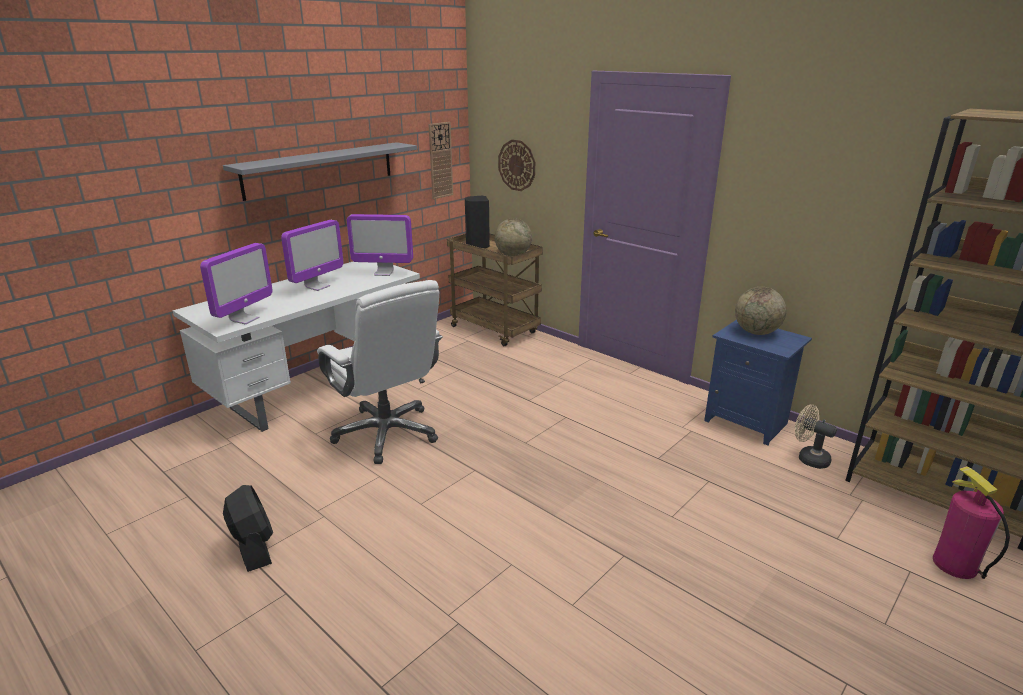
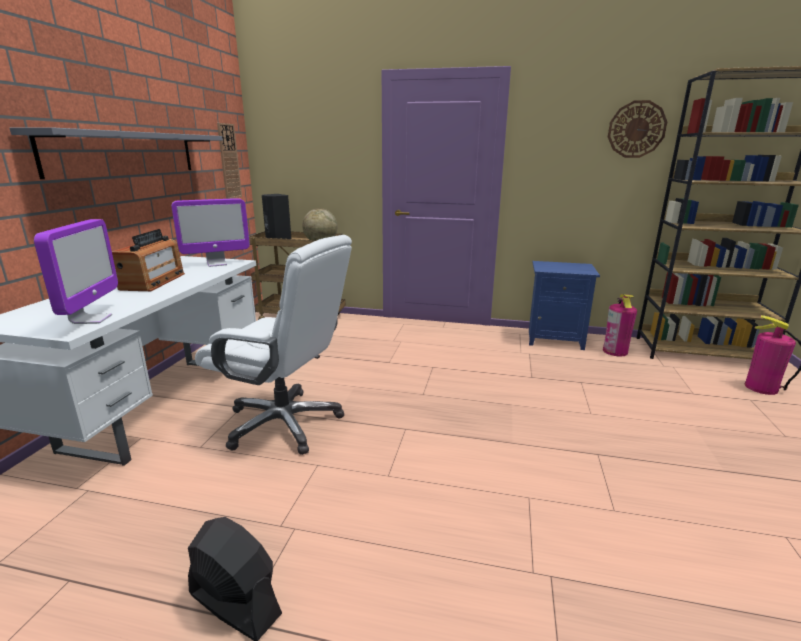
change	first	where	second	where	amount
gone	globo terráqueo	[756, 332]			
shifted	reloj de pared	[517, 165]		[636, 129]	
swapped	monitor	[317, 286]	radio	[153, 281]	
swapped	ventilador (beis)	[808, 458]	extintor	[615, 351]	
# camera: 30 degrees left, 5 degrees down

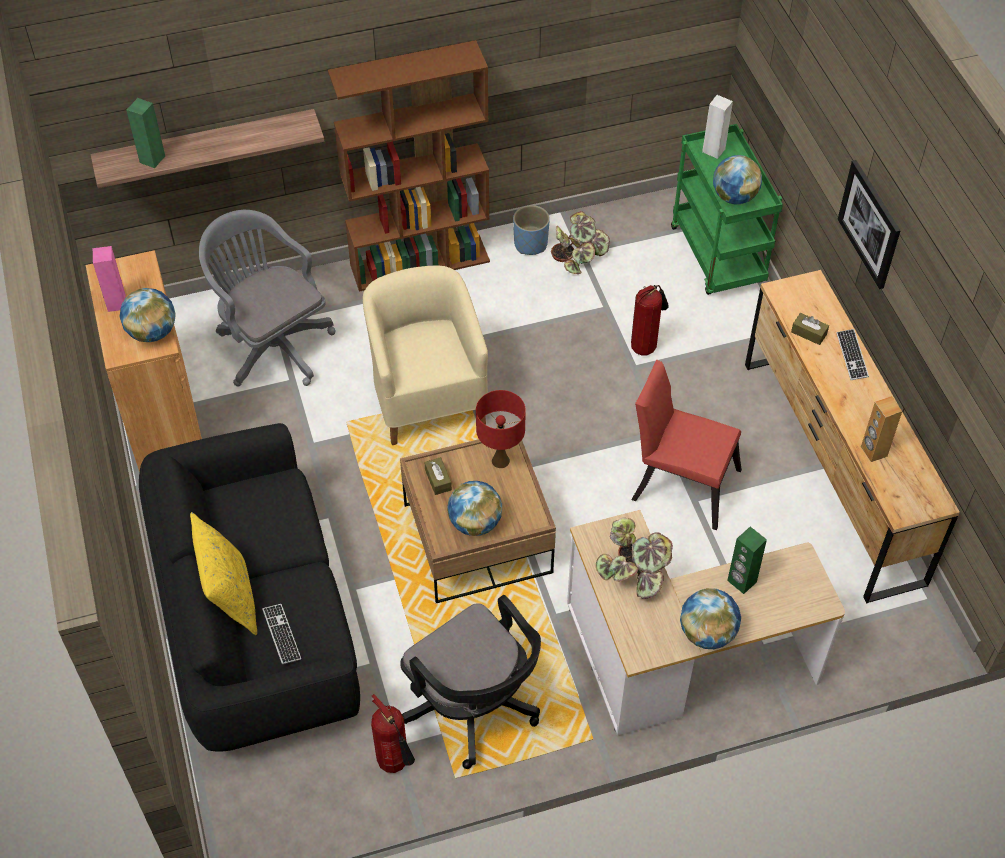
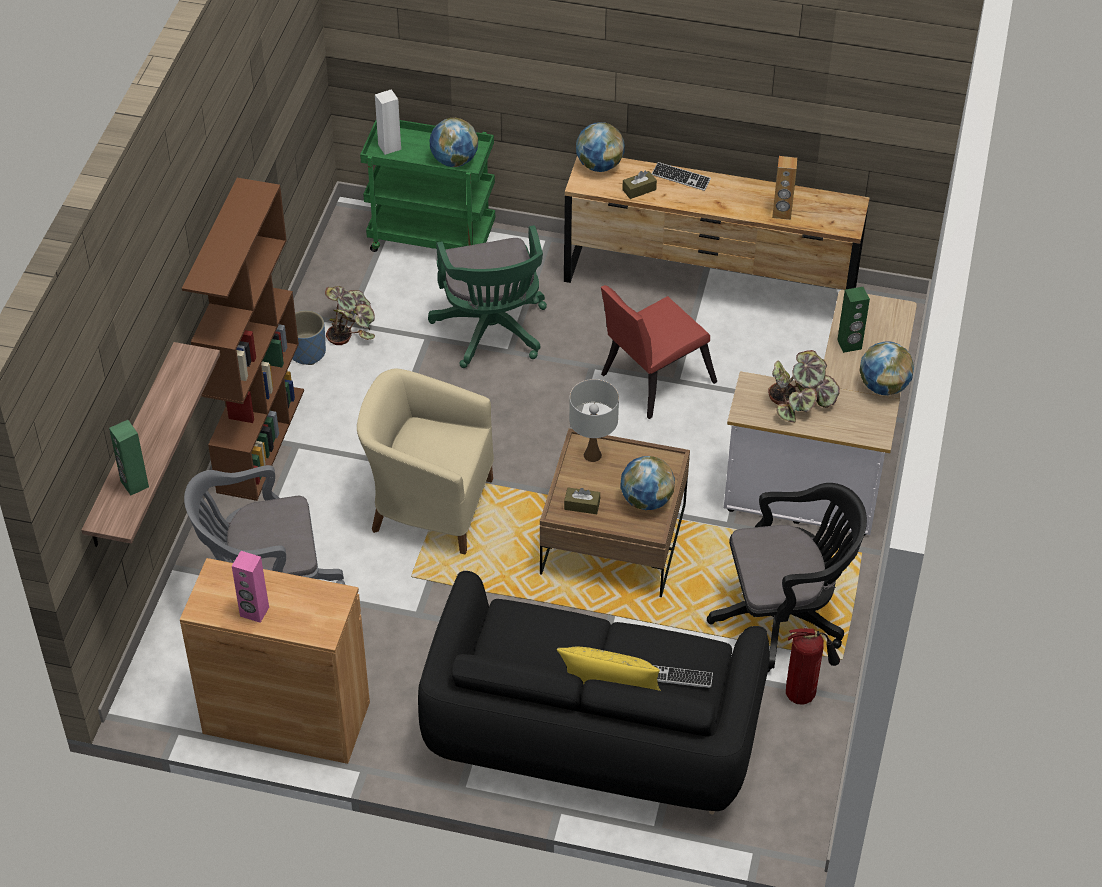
change	first	where	second	where	amount
gone	cuadro	[870, 224]			
shifted	globo terráqueo	[152, 332]		[599, 165]	
swapped	extintor	[645, 346]	silla de oficina (verde)	[492, 333]	
repainted	lámpara de mesa (rojo)	[501, 461]	lámpara de mesa (blanco)	[592, 455]	
# camera: 60 degrees left, 5 degrees down

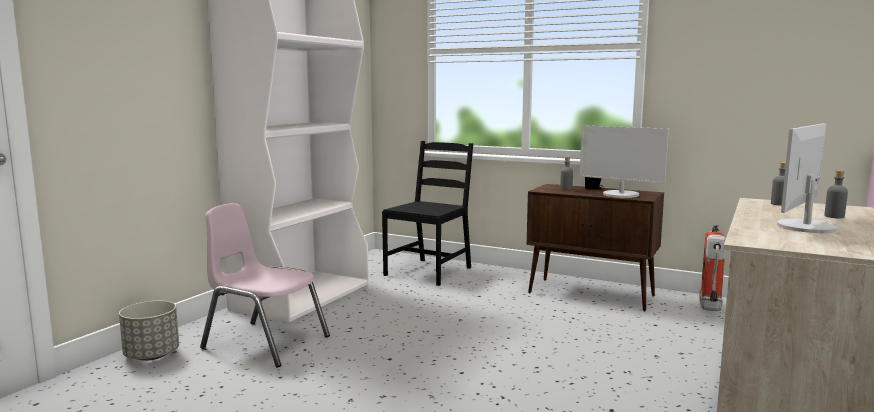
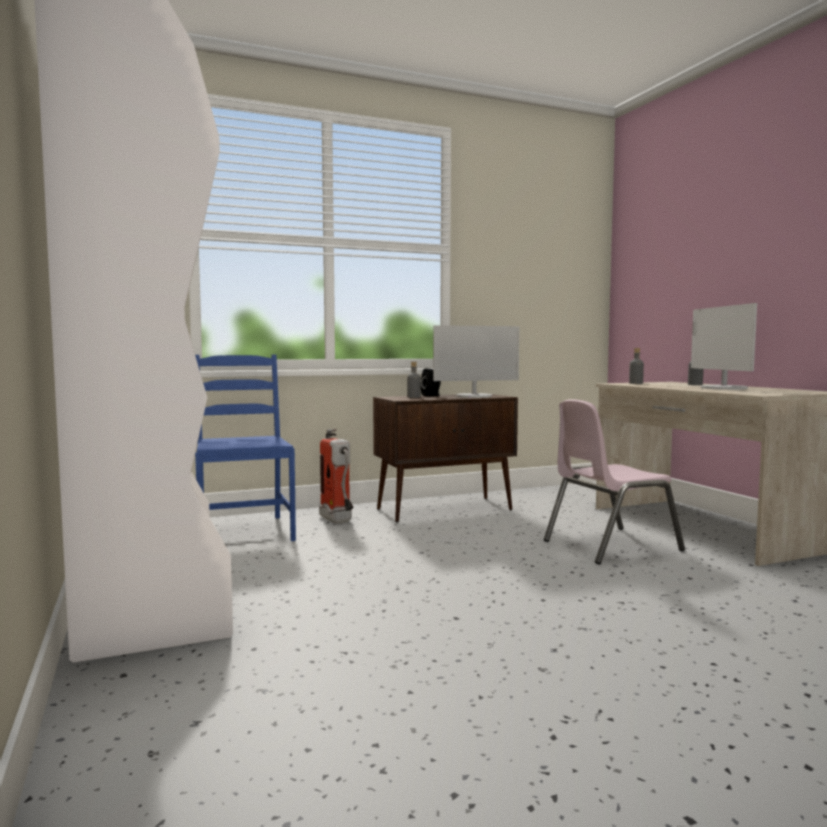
change	first	where	second	where	amount
gone	maceta (gris)	[152, 356]			
shifted	silla (rosa)	[265, 342]		[610, 545]	
shifted	extintor	[710, 308]		[338, 521]	
repainted	silla (negro)	[429, 271]	silla (azul)	[243, 531]	
# camera: 50 degrees left, 5 degrees down

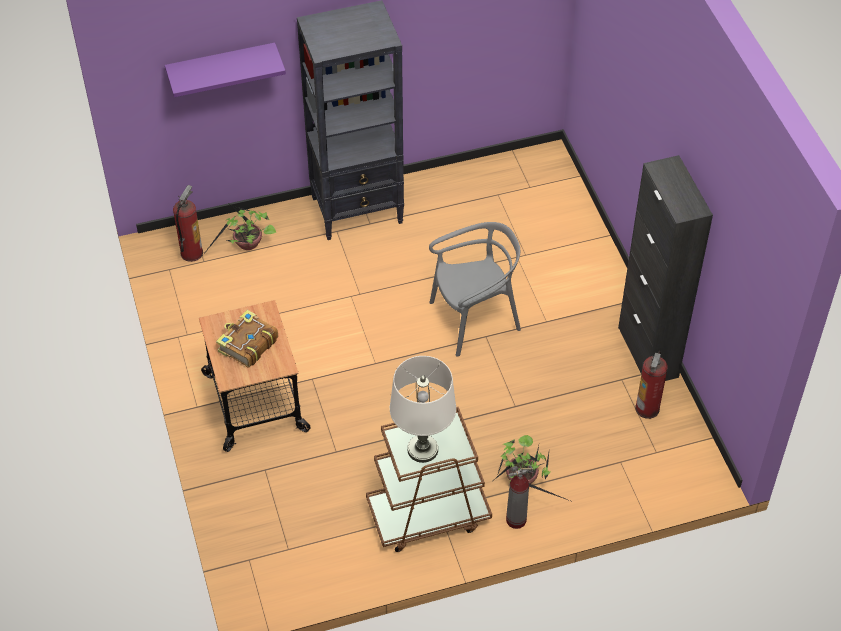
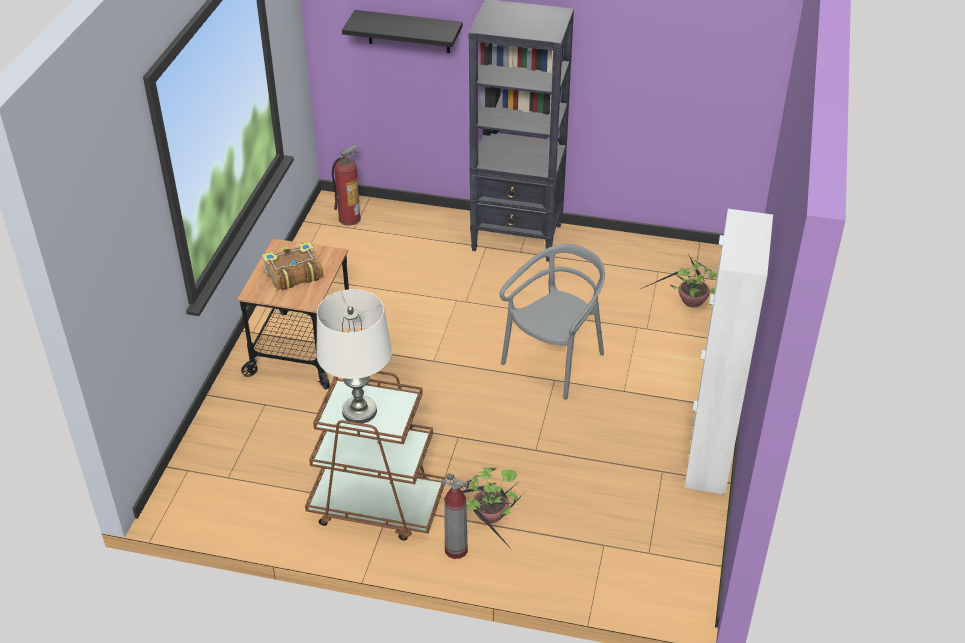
change	first	where	second	where	amount
gone	extintor	[647, 408]			
shifted	planta en maceta	[247, 246]		[690, 303]	
repainted	estante (morado)	[221, 66]	estante (negro)	[408, 31]	
repainted	armario (negro)	[648, 352]	armario (blanco)	[708, 458]	
rotated	silla (gris)	[474, 319]		[554, 362]	60 degrees counterclockwise
# camera: 30 degrees right, 10 degrees down

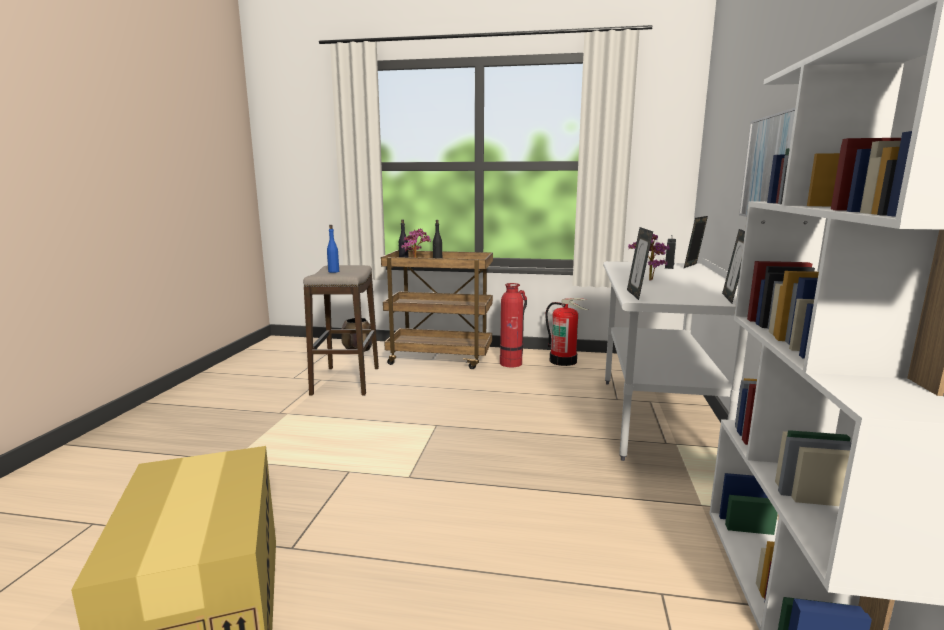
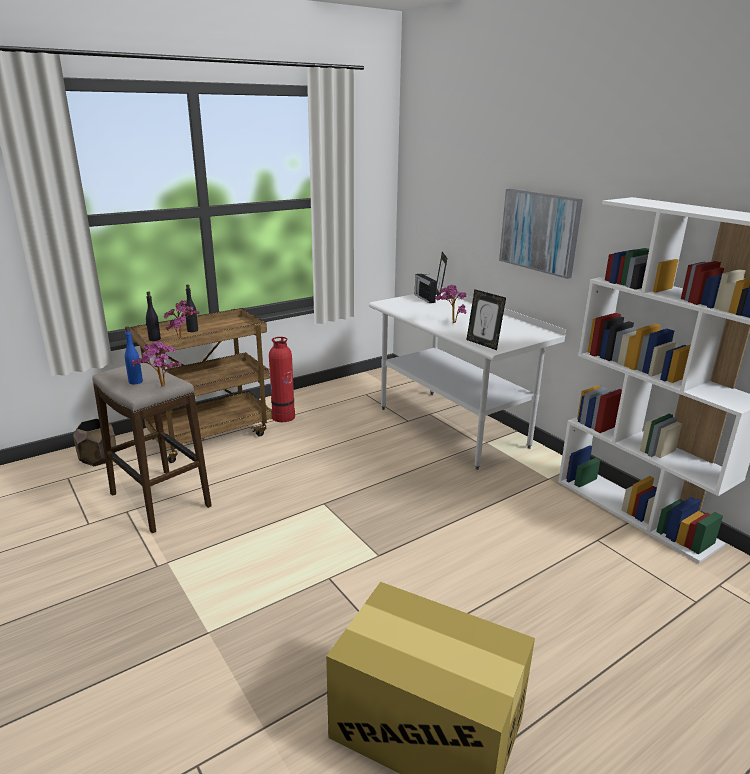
change	first	where	second	where	amount
gone	extintor	[563, 361]			
gone	portarretratos	[731, 298]			
new			planta en maceta	[161, 387]	
# camera: 45 degrees left, 10 degrees up

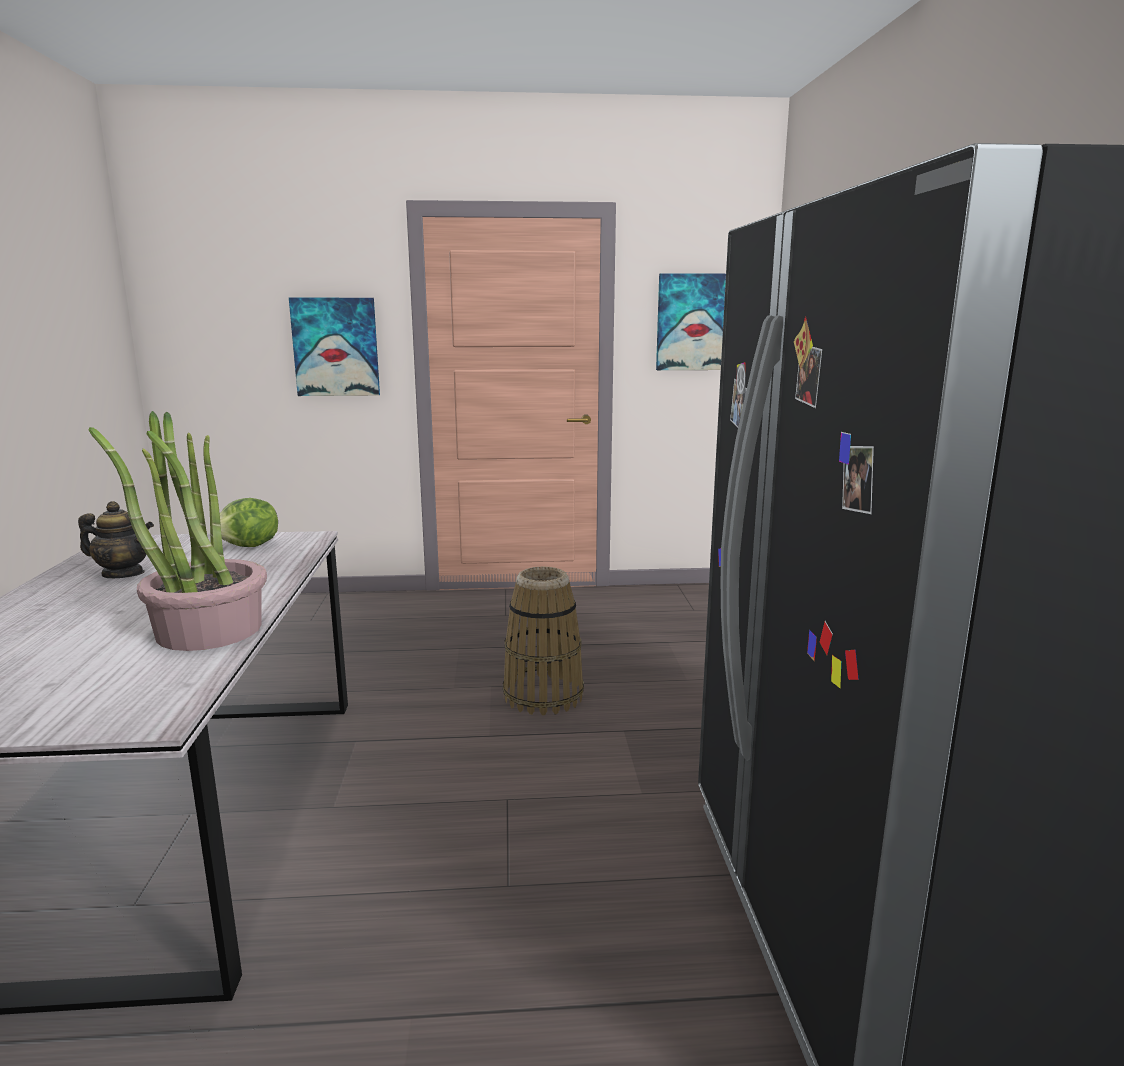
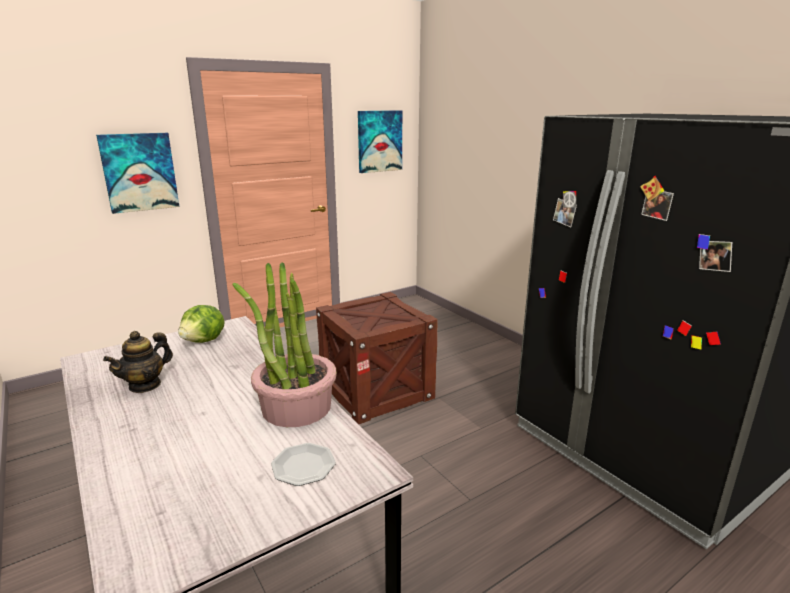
change	first	where	second	where	amount
new			plato	[304, 466]	
swapped	cesta	[543, 695]	caja de embalaje	[376, 390]	
rotated	tetera	[123, 574]		[145, 385]	150 degrees clockwise
# camera: 30 degrees left, 5 degrees up

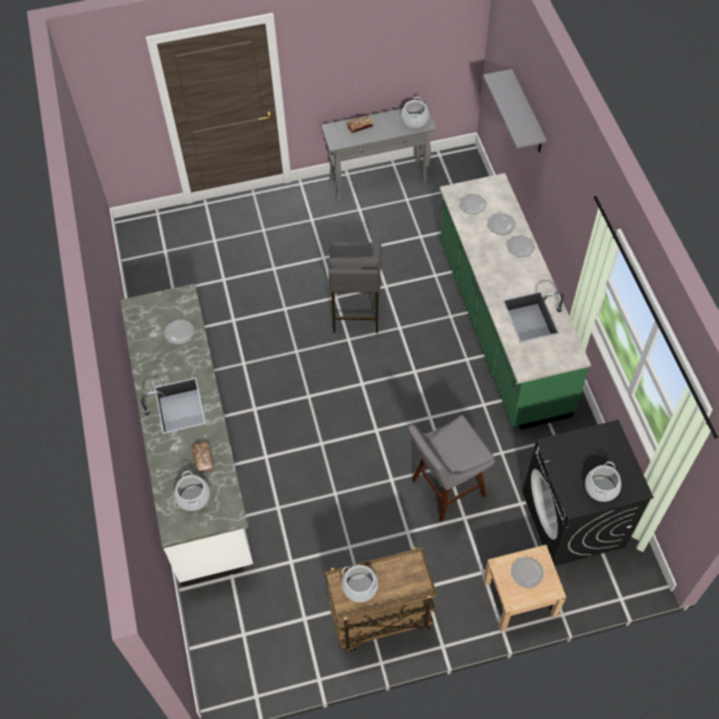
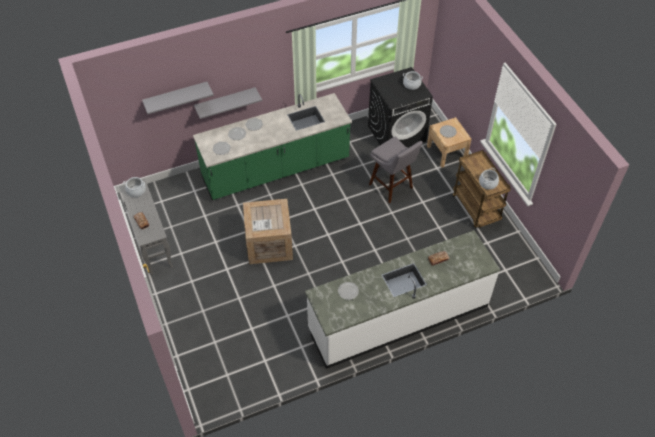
change	first	where	second	where	amount
gone	olla	[193, 497]			
new			estante (gris)	[225, 102]	
swapped	taburete (gris)	[356, 309]	caja de embalaje	[270, 244]	
# camera: 100 degrees left, 5 degrees down

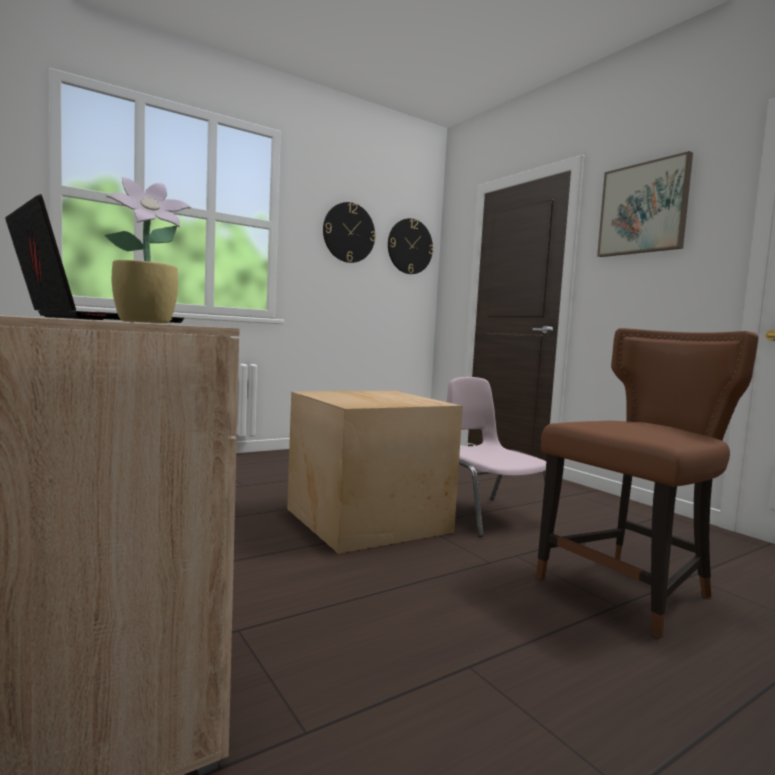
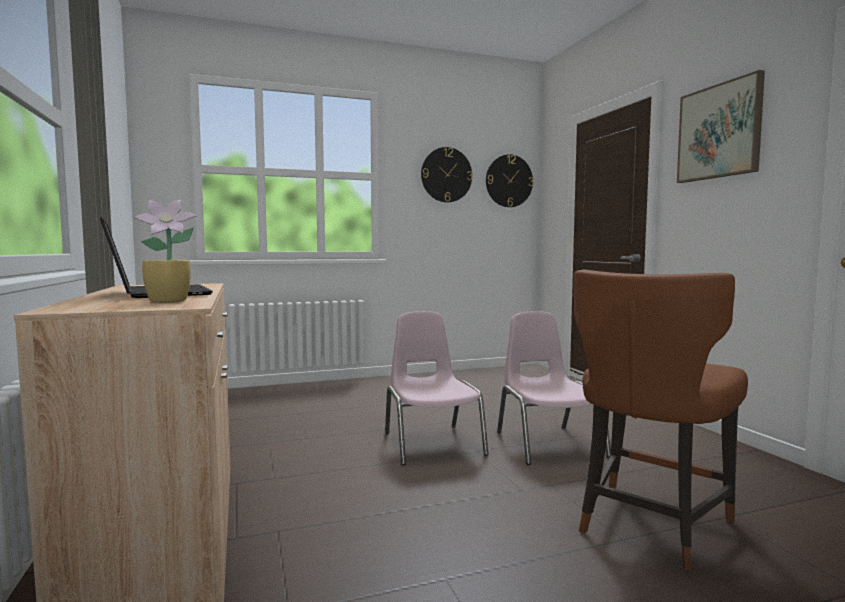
change	first	where	second	where	amount
swapped	caja de cartón	[368, 519]	silla (rosa)	[432, 443]	
rotated	silla (marrón)	[630, 589]		[649, 525]	150 degrees clockwise
# camera: 15 degrees right, 0 degrees up

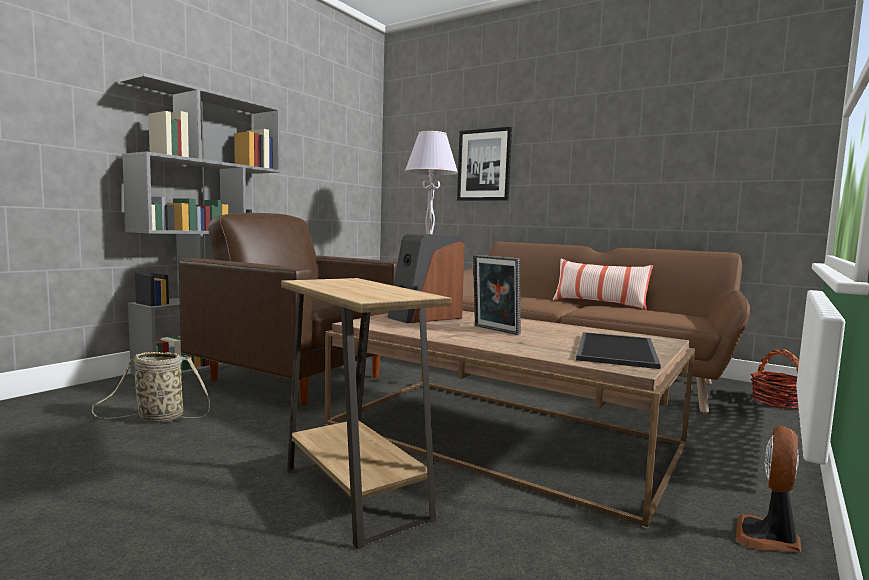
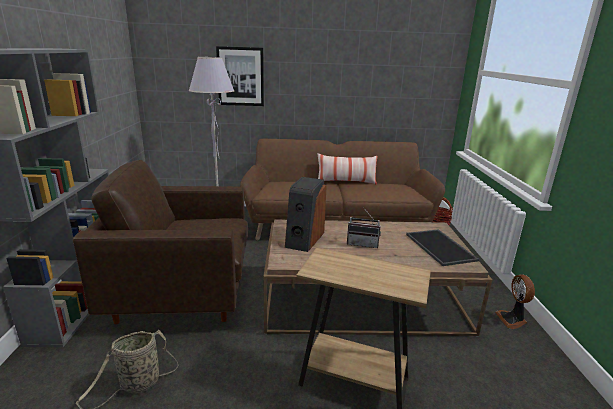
change	first	where	second	where	amount
swapped	portarretratos	[494, 330]	radio	[363, 244]	
# camera: 35 degrees left, 15 degrees up

